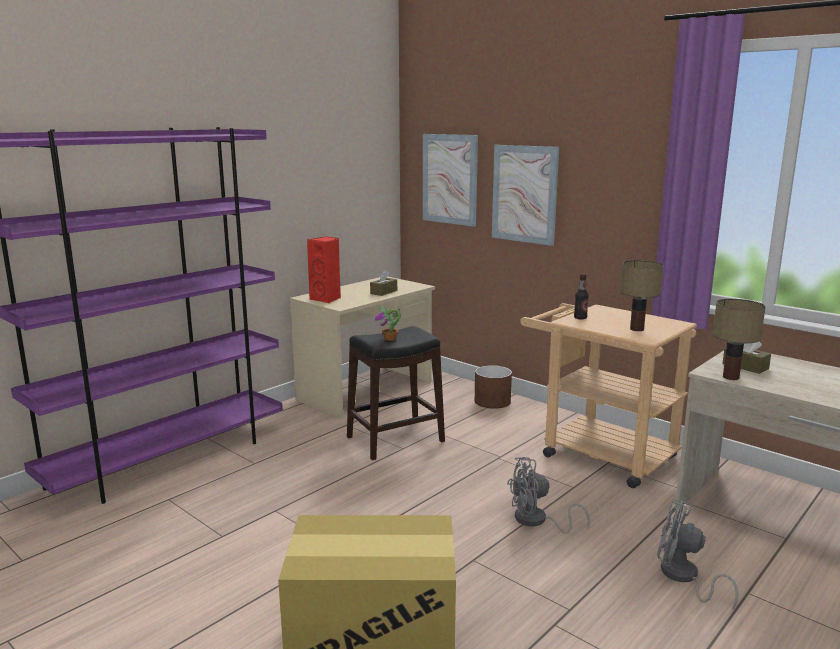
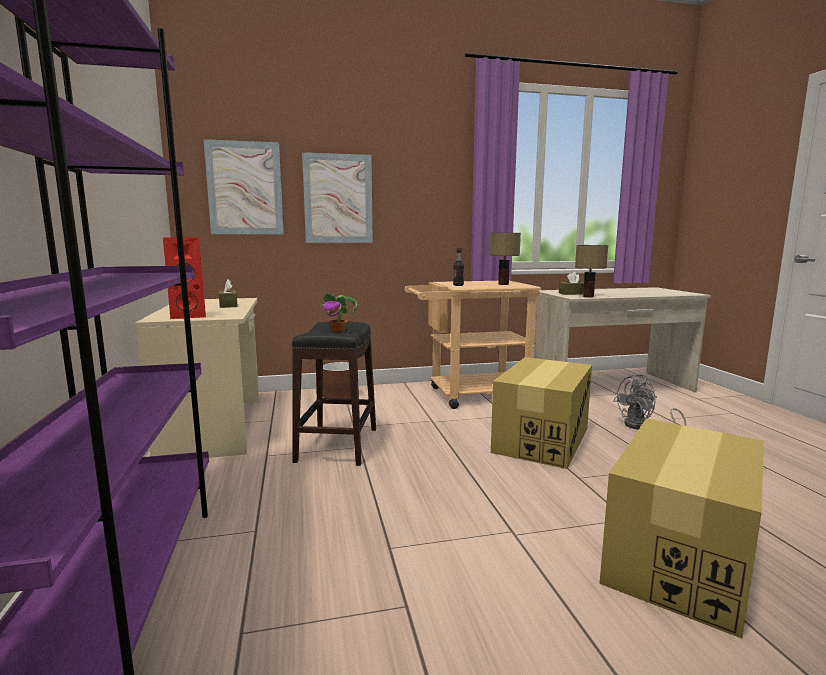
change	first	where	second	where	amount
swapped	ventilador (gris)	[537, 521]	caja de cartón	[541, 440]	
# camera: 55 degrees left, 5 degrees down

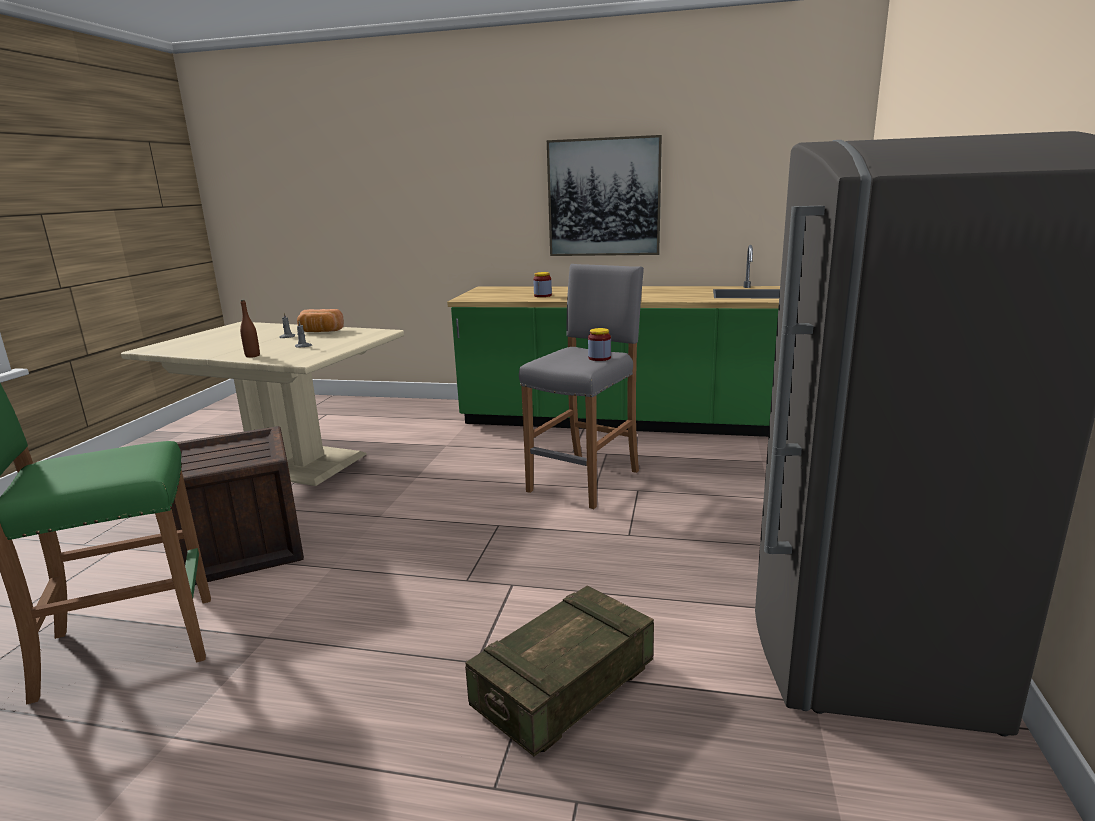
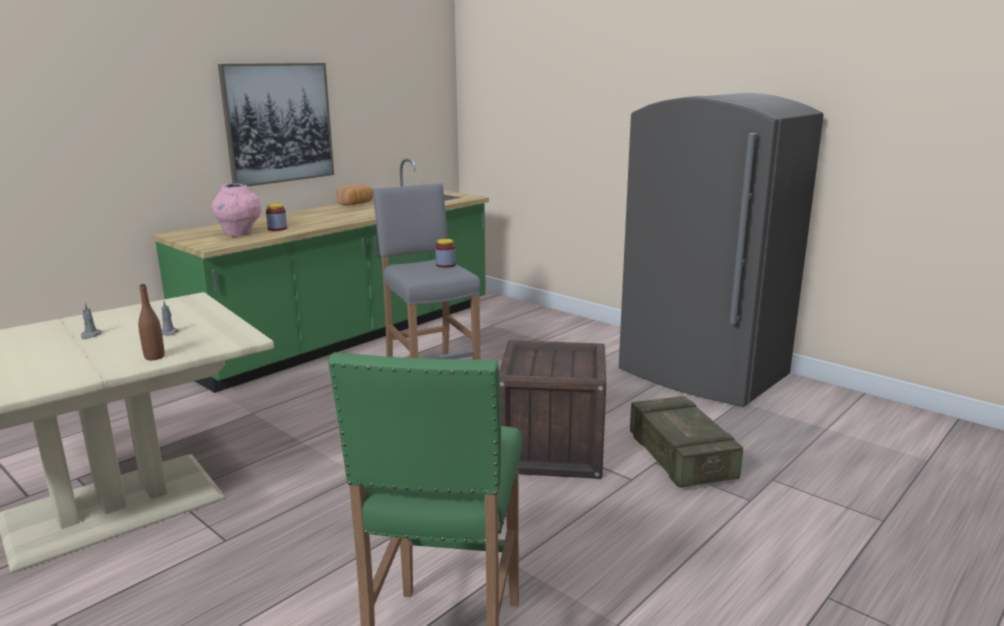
change	first	where	second	where	amount
new			florero (rosa)	[239, 234]	
shifted	caja de embalaje	[244, 548]		[551, 450]	
shifted	pan	[320, 332]		[357, 204]	
# camera: 60 degrees left, 0 degrees up

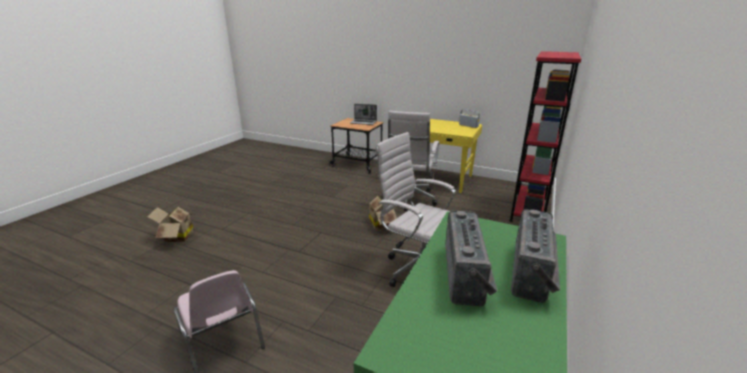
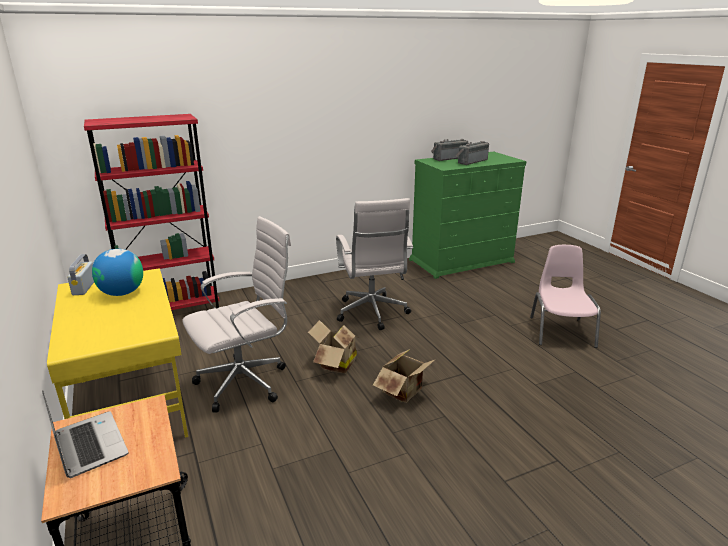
change	first	where	second	where	amount
new			globo terráqueo	[122, 293]	
shifted	caja de cartón	[176, 237]		[405, 392]	
# camera: 140 degrees left, 0 degrees up

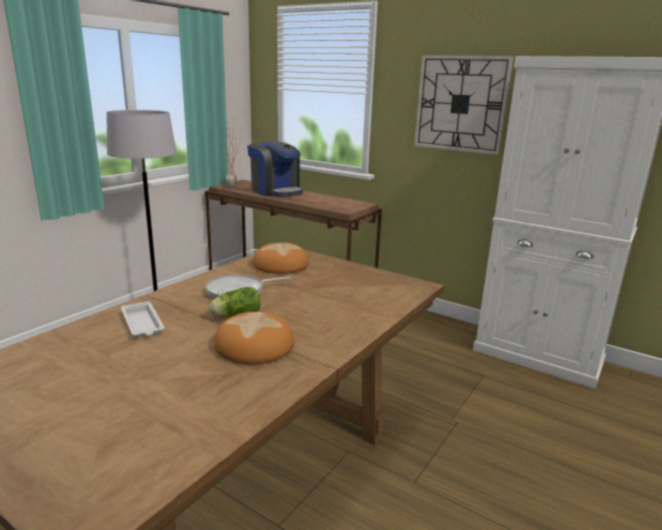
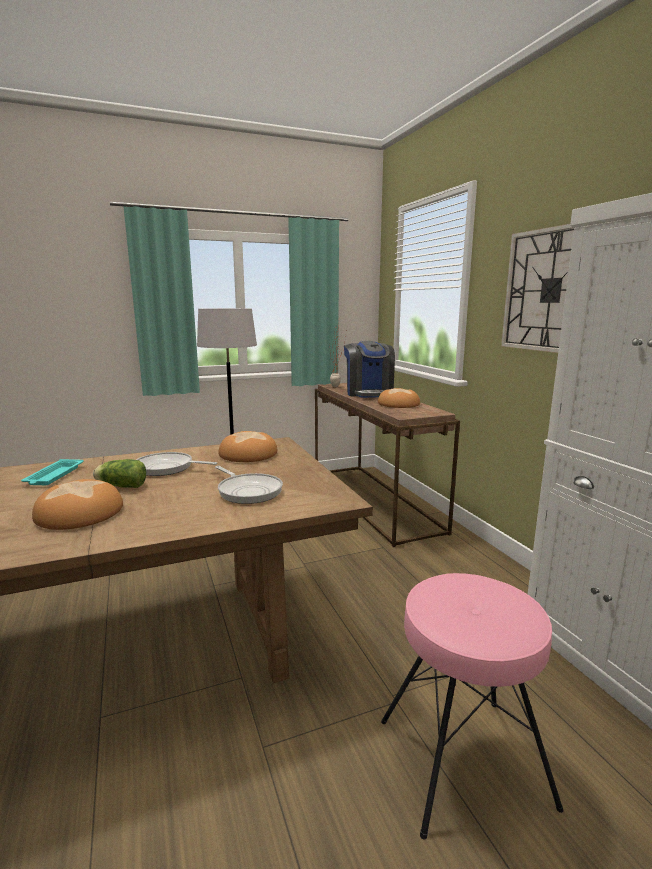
change	first	where	second	where	amount
new			sartén	[248, 491]	
new			pan	[399, 404]	
new			taburete (rosa)	[462, 760]	
repainted	bandeja (blanco)	[142, 324]	bandeja (turquesa)	[54, 476]	
# camera: 35 degrees right, 5 degrees down

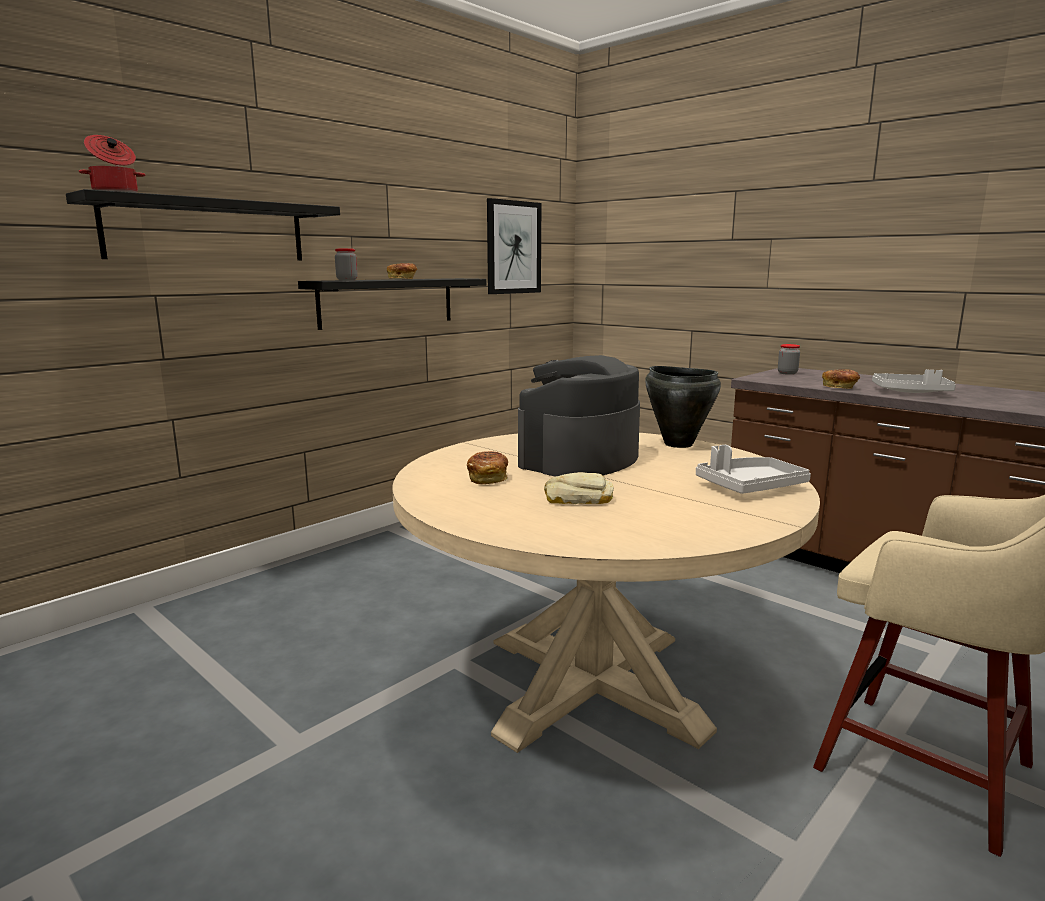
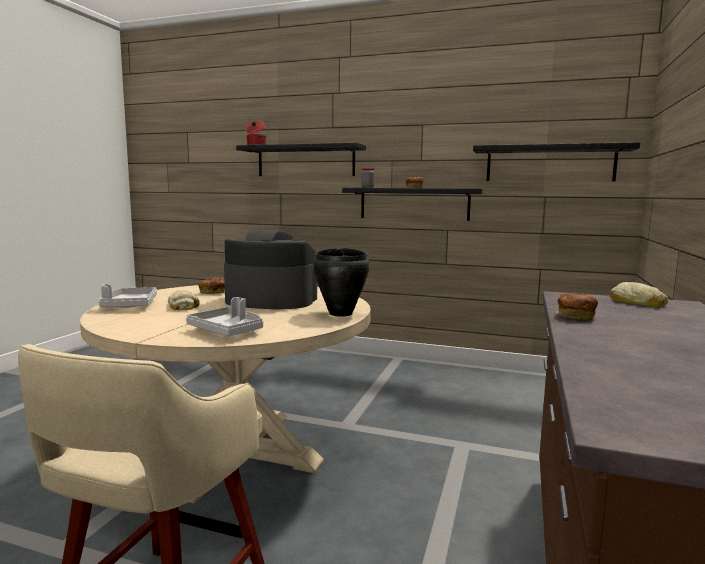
change	first	where	second	where	amount
shifted	bandeja (gris)	[911, 392]		[130, 306]	
swapped	cuadro	[513, 247]	estante (negro)	[549, 164]	
swapped	tarro	[787, 373]	pan	[637, 302]	
# camera: 65 degrees right, 5 degrees down

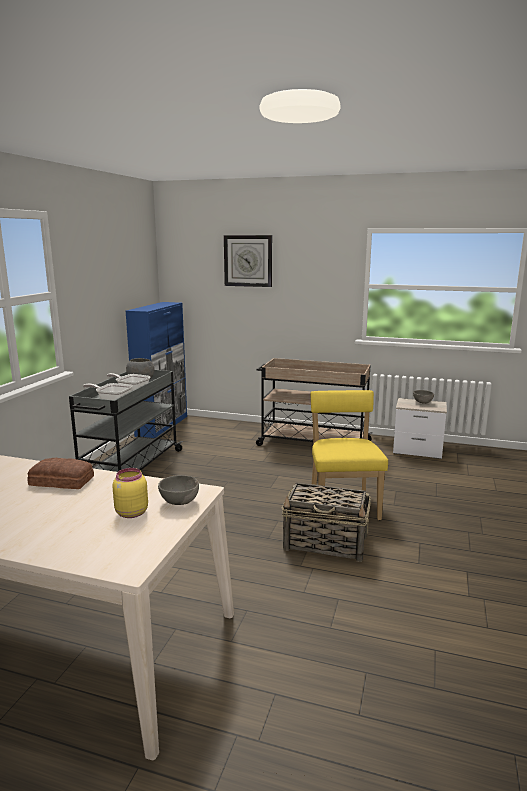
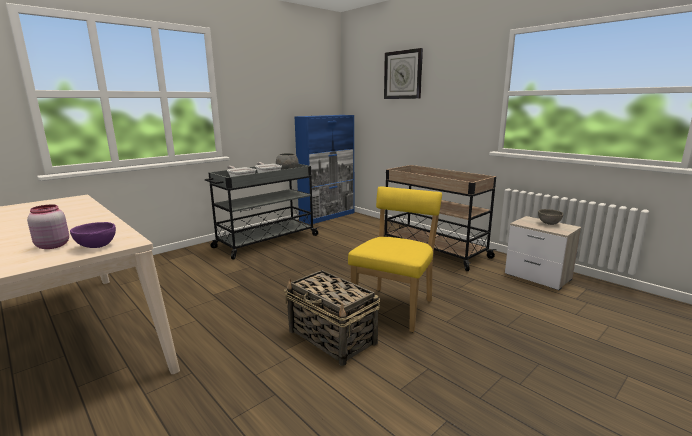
change	first	where	second	where	amount
gone	pan	[61, 481]			
repainted	tarro (amarillo)	[130, 513]	tarro (rosa)	[52, 245]	
repainted	cuenco (gris)	[180, 502]	cuenco (morado)	[96, 246]	
# camera: 30 degrees right, 0 degrees up

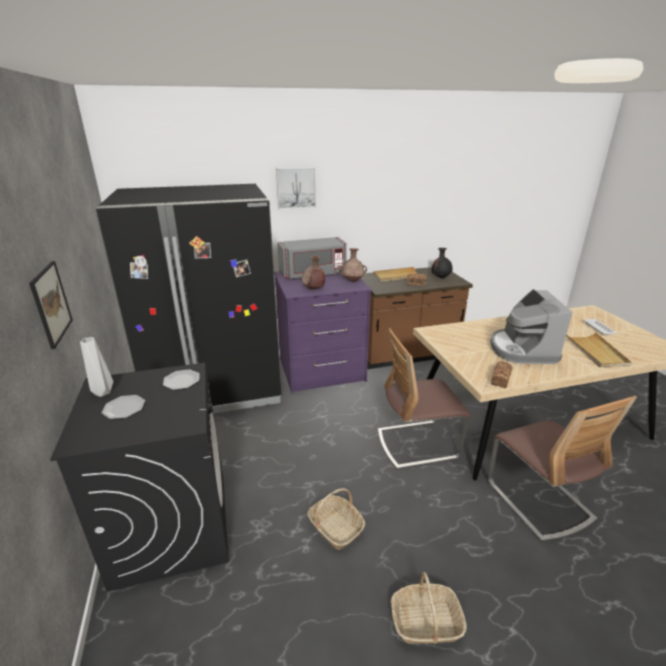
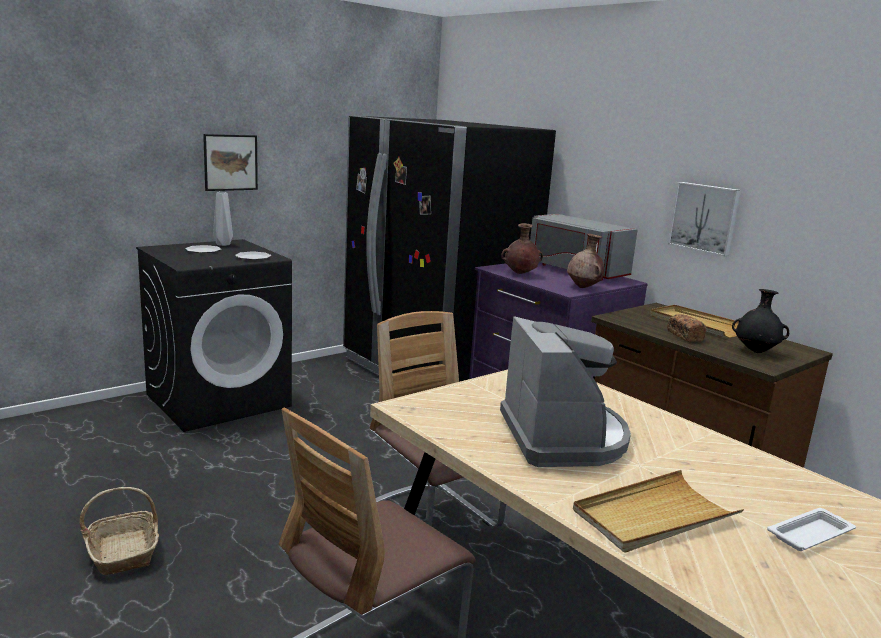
change	first	where	second	where	amount
gone	cesta	[335, 527]			
gone	pan	[500, 380]			
shifted	cuadro	[296, 188]		[705, 218]	
rotated	cafetera	[522, 350]		[563, 437]	105 degrees clockwise
# camera: 65 degrees right, 10 degrees down

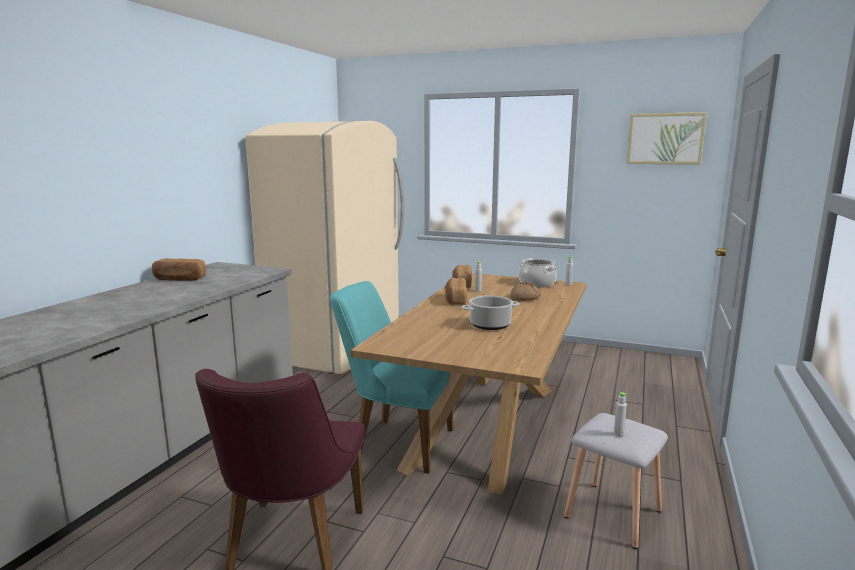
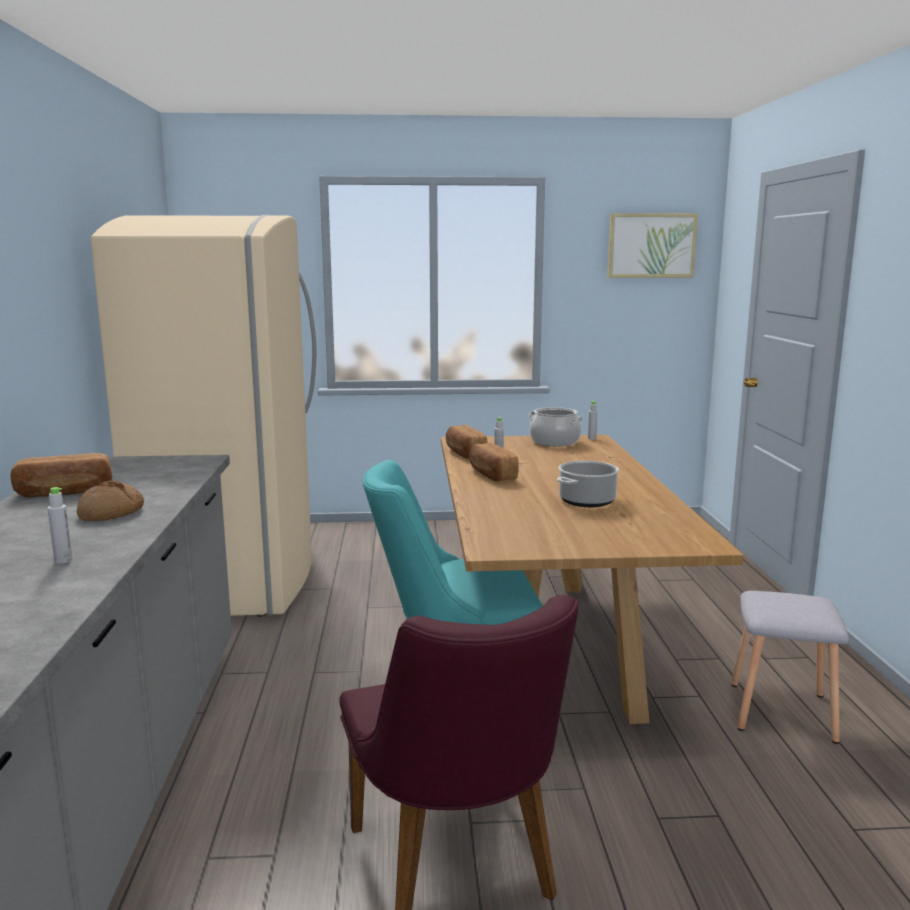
change	first	where	second	where	amount
shifted	pan	[525, 298]		[111, 513]	
shifted	botella (gris)	[618, 434]		[63, 560]	
# camera: 25 degrees left, 0 degrees up

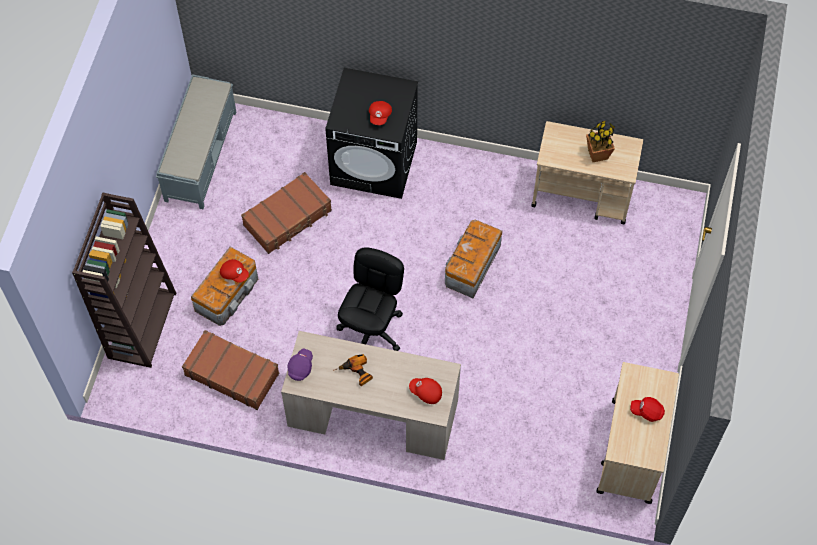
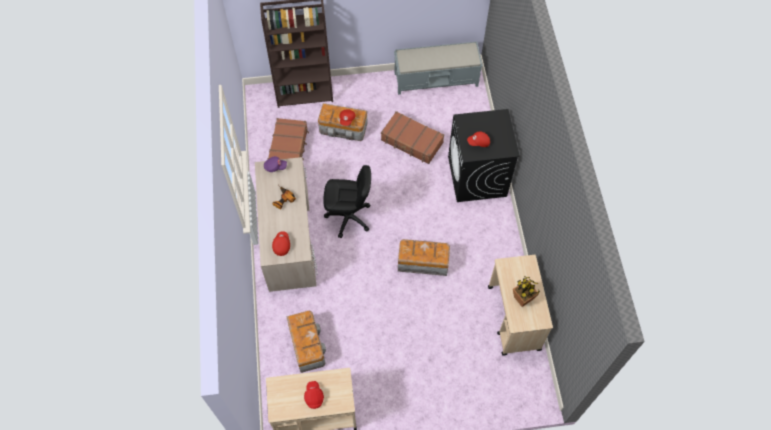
change	first	where	second	where	amount
new			caja de almacenaje	[307, 344]	
# camera: 70 degrees right, 0 degrees up

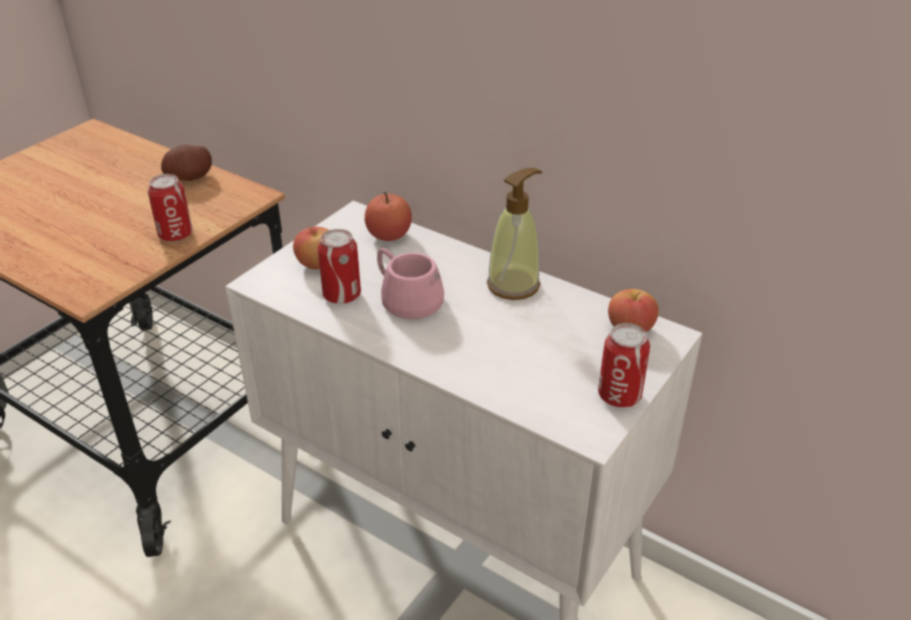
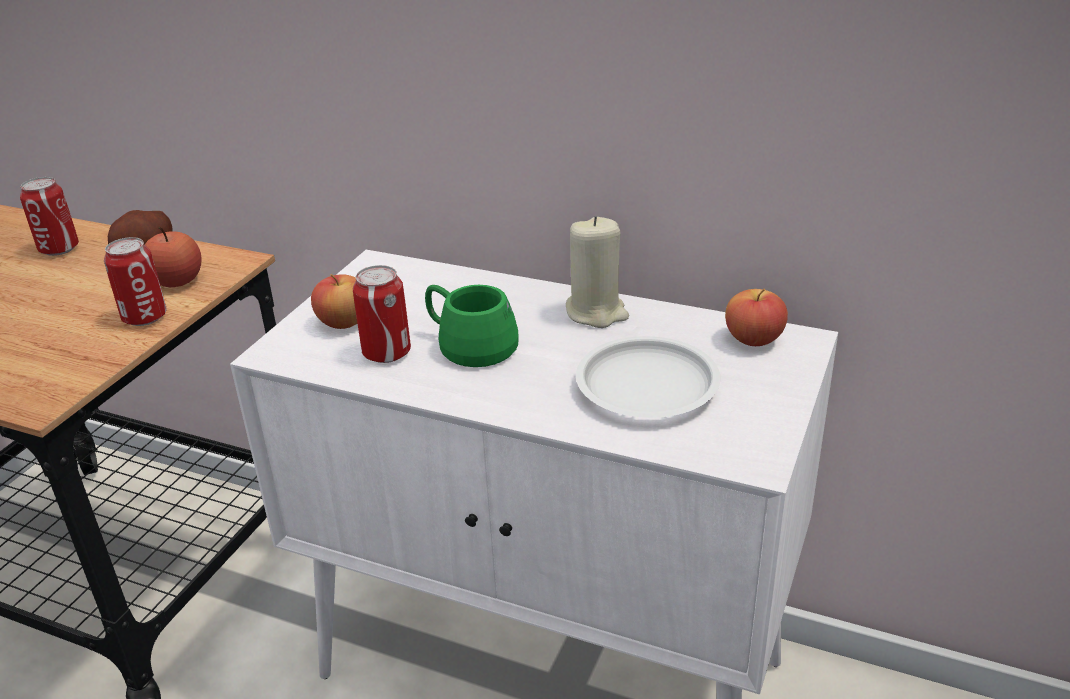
change	first	where	second	where	amount
new			plato (blanco)	[648, 387]	
shifted	manzana	[389, 235]		[177, 281]	
shifted	lata	[619, 395]		[59, 249]	
swapped	dispensador de jabón	[513, 285]	vela (beis)	[596, 312]	
repainted	taza grande (rosa)	[411, 295]	taza grande (verde)	[475, 340]	
# camera: 10 degrees left, 5 degrees down

